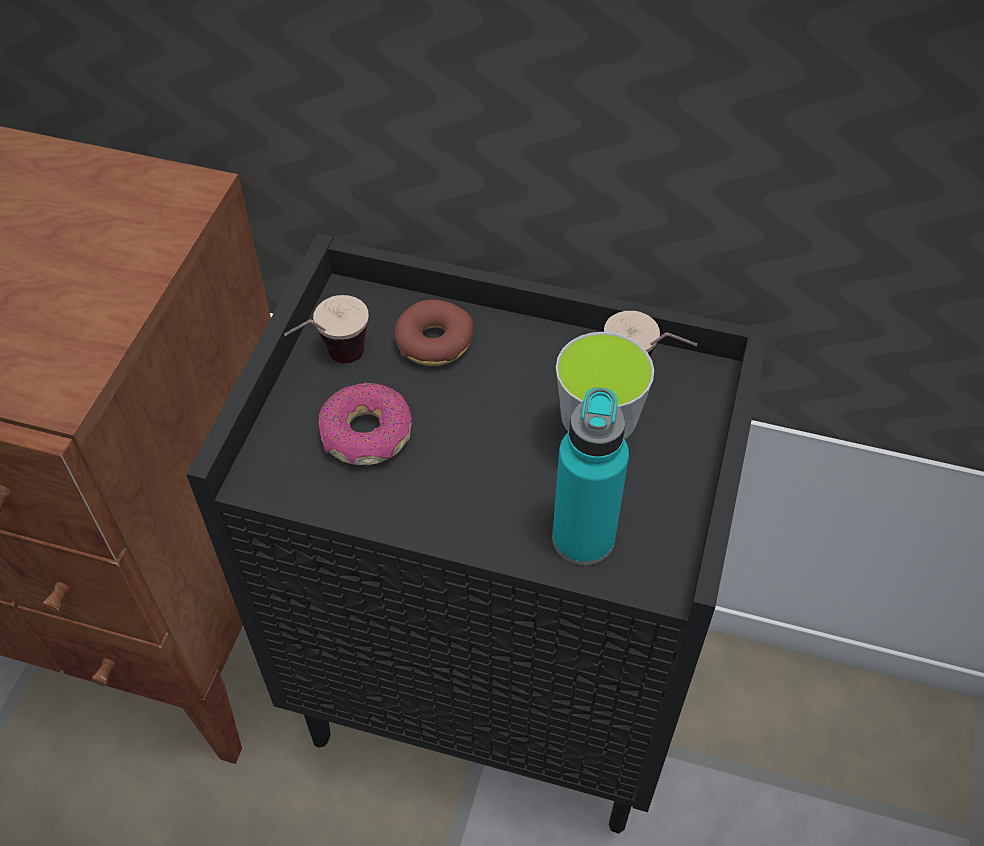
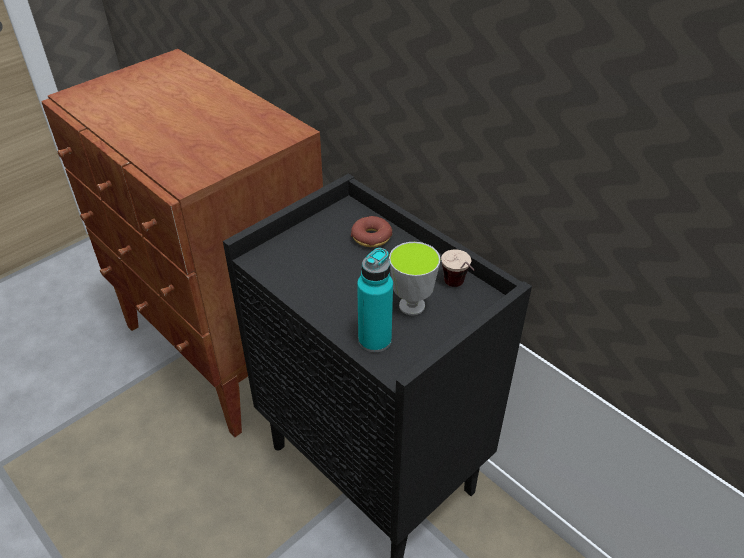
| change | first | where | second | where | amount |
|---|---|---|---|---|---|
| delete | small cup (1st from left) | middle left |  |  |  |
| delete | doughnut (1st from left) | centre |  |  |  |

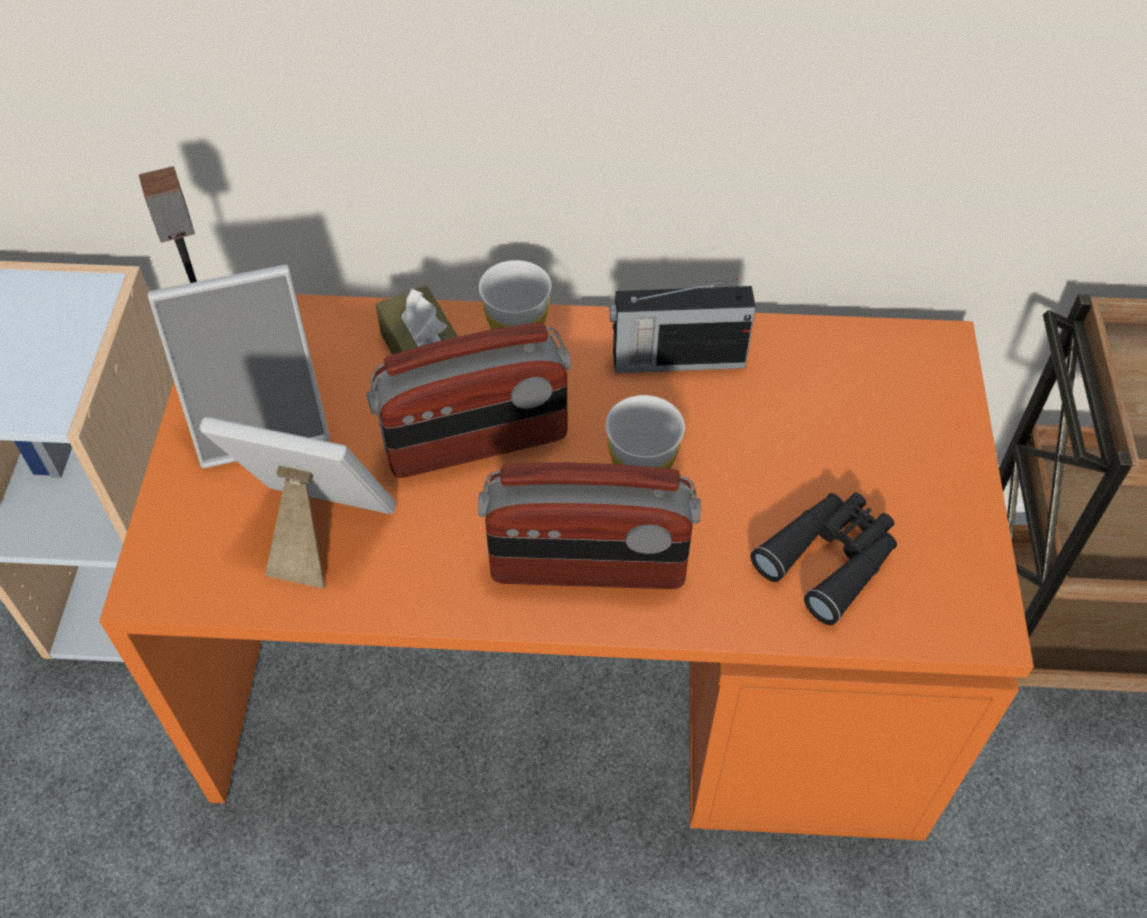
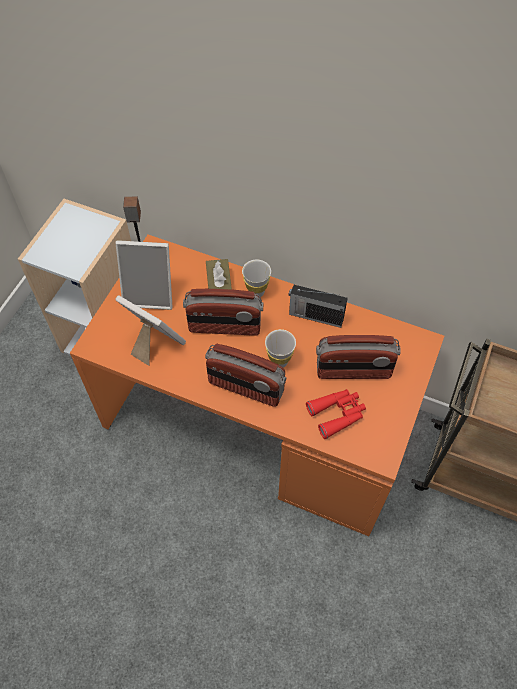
| change | first | where | second | where | amount |
|---|---|---|---|---|---|
| recolor | binoculars/blackish | middle right | binoculars/red | centre |  |
| insert |  |  | radio receiver (4th from left) | middle right |  |

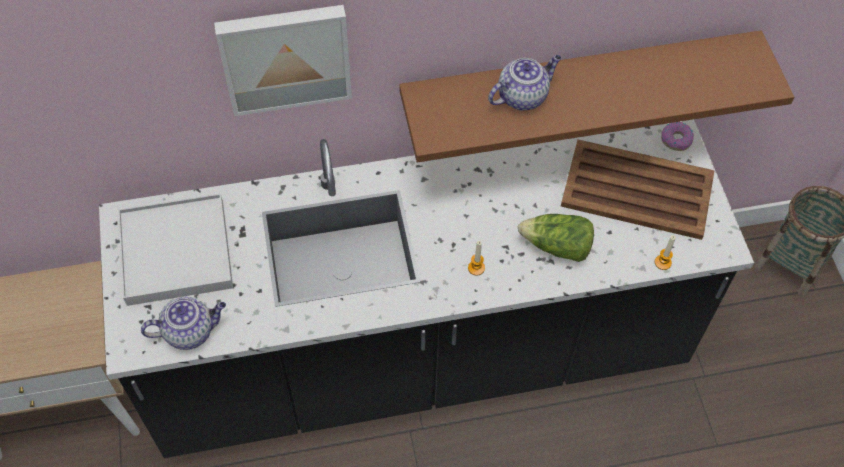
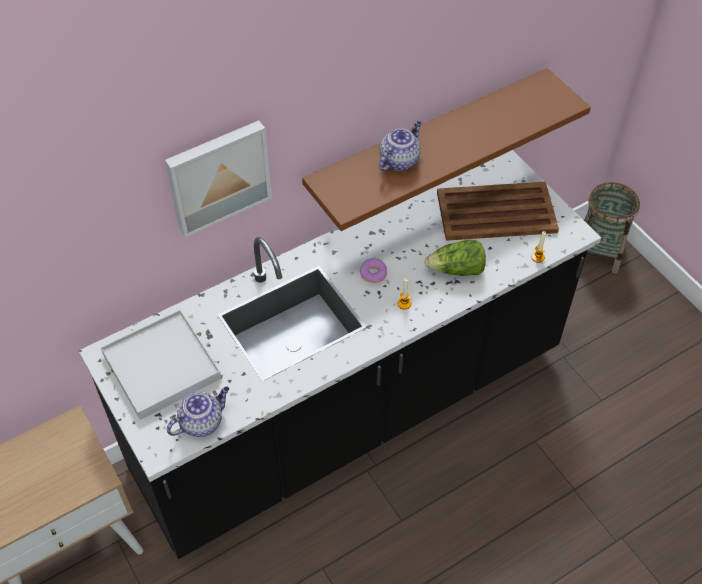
| change | first | where | second | where | amount |
|---|---|---|---|---|---|
| move | doughnut | top right |  | centre |  |

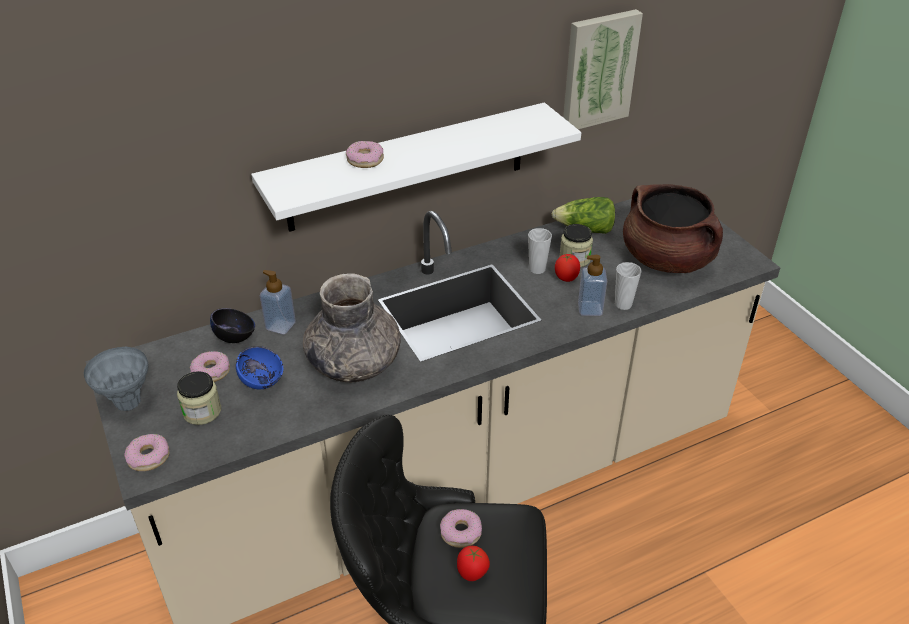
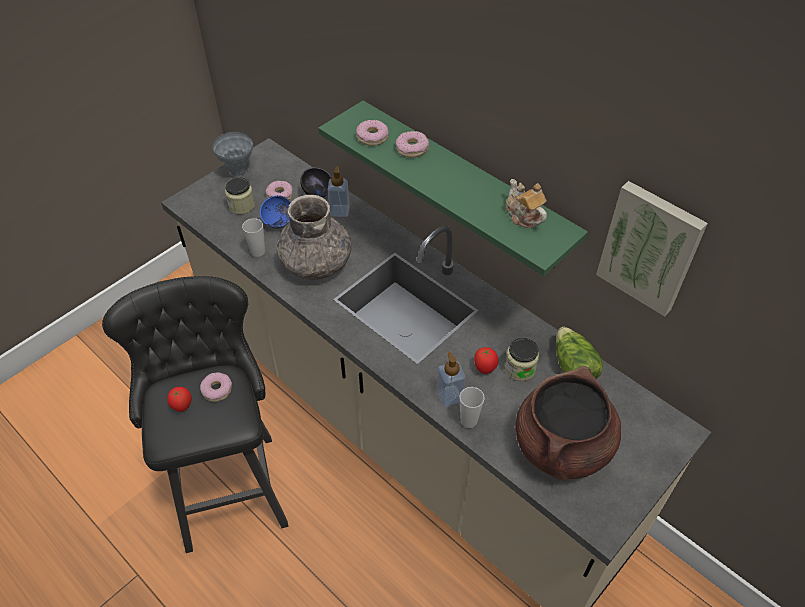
| change | first | where | second | where | amount |
|---|---|---|---|---|---|
| move | doughnut (1st from left in the first image) | bottom left | doughnut (3rd from left) | top centre |  |
| recolor | wall shelf/whitish | top centre | wall shelf/green | top centre |  |
| move | small cup (1st from left) | centre |  | middle left |  |
| insert |  |  | pot for tea | centre |  |

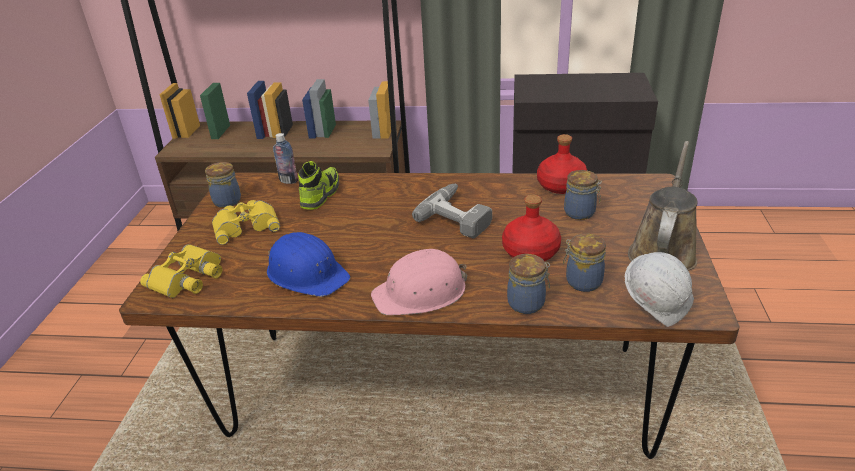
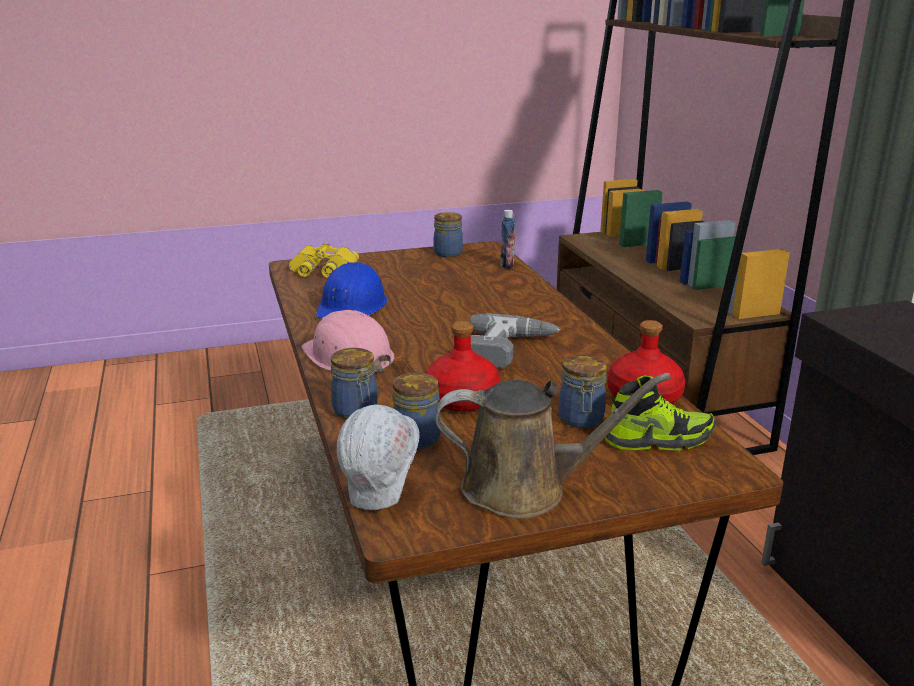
| change | first | where | second | where | amount |
|---|---|---|---|---|---|
| delete | binoculars/yellow (2nd from left) | middle left |  |  |  |
| move | shoe | centre |  | middle right |  |

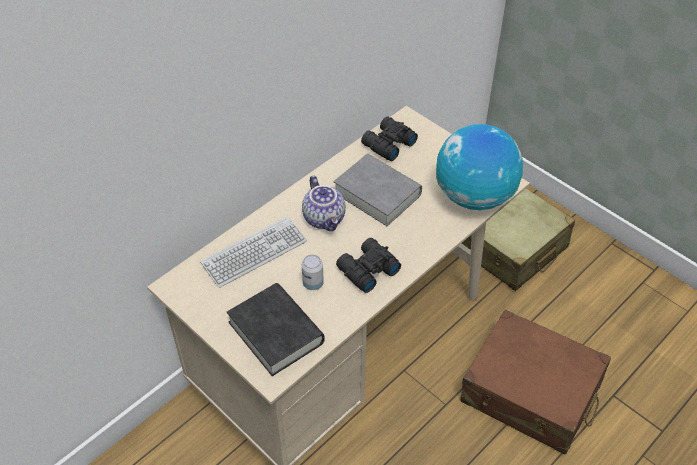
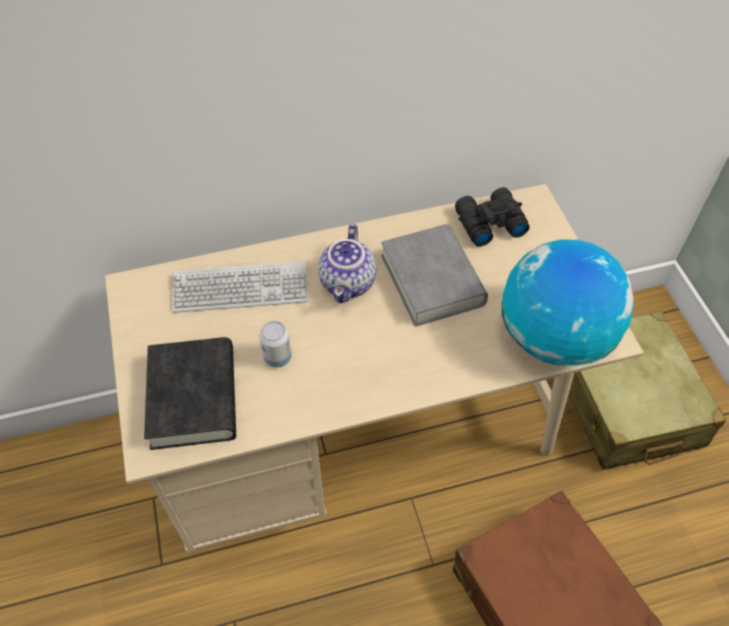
| change | first | where | second | where | amount |
|---|---|---|---|---|---|
| delete | binoculars/blackish (1st from left) | centre |  |  |  |

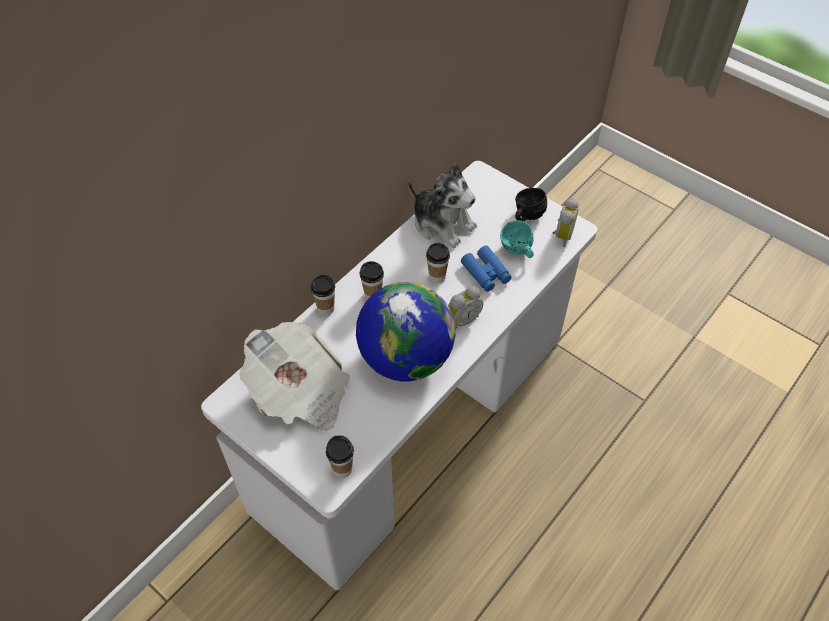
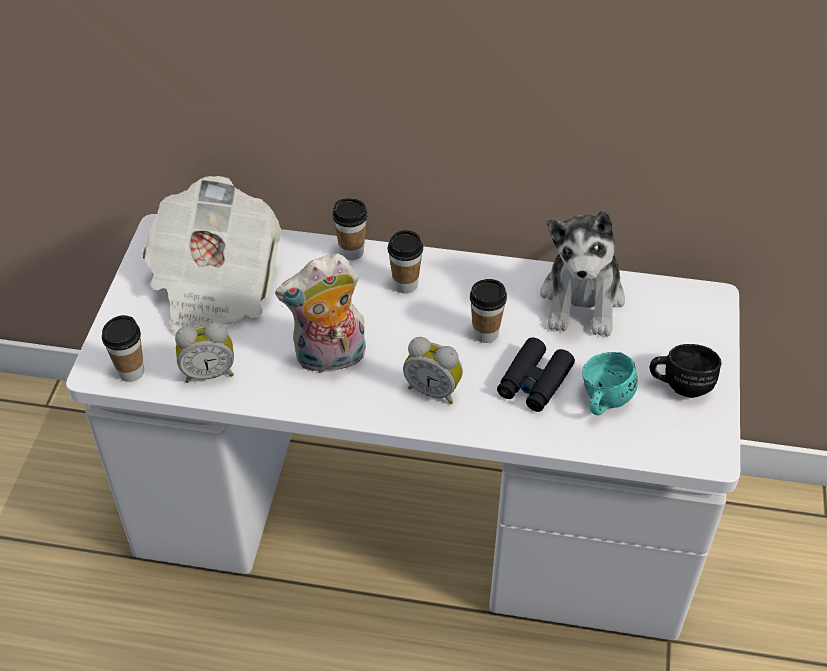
| change | first | where | second | where | amount |
|---|---|---|---|---|---|
| replace | desk globe | centre | soft toy (1st from left) | centre |  |
| recolor | binoculars/bluish | centre | binoculars/blackish | centre |  |
| move | table clock (2nd from left in the first image) | middle right | table clock (1st from left) | middle left |  |

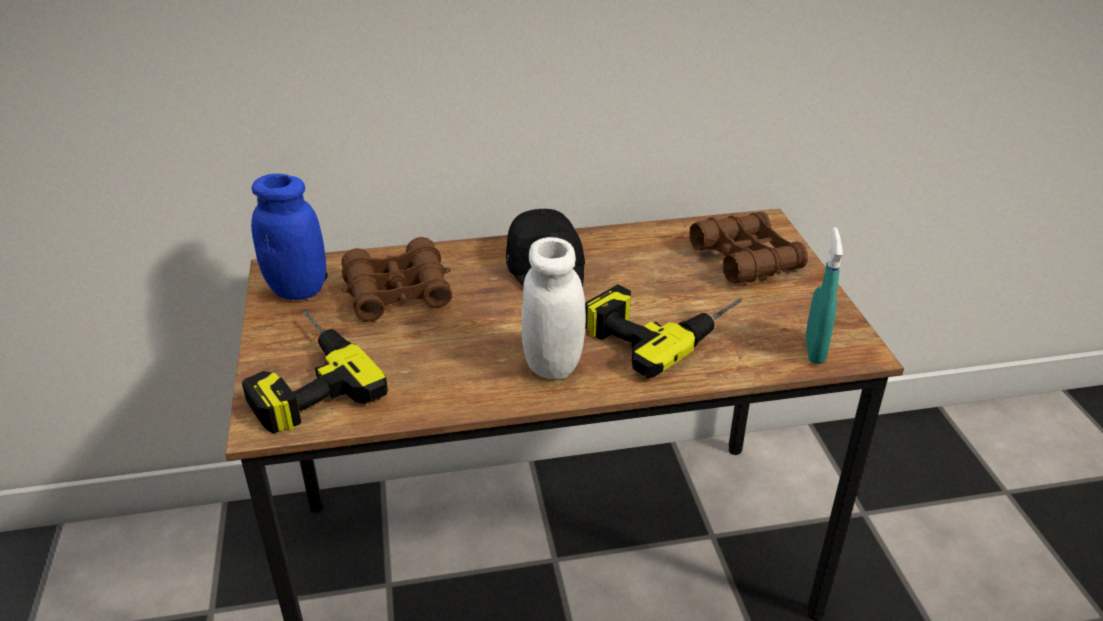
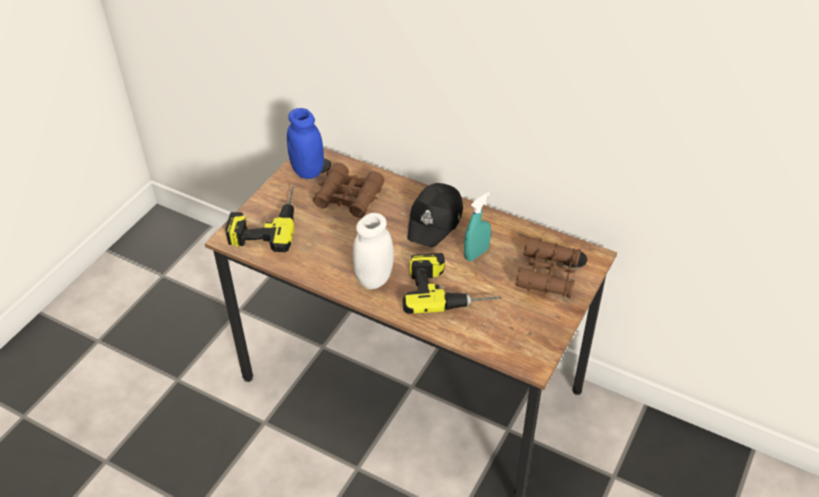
| change | first | where | second | where | amount |
|---|---|---|---|---|---|
| move | spray bottle/blue-green | middle right |  | centre |  |

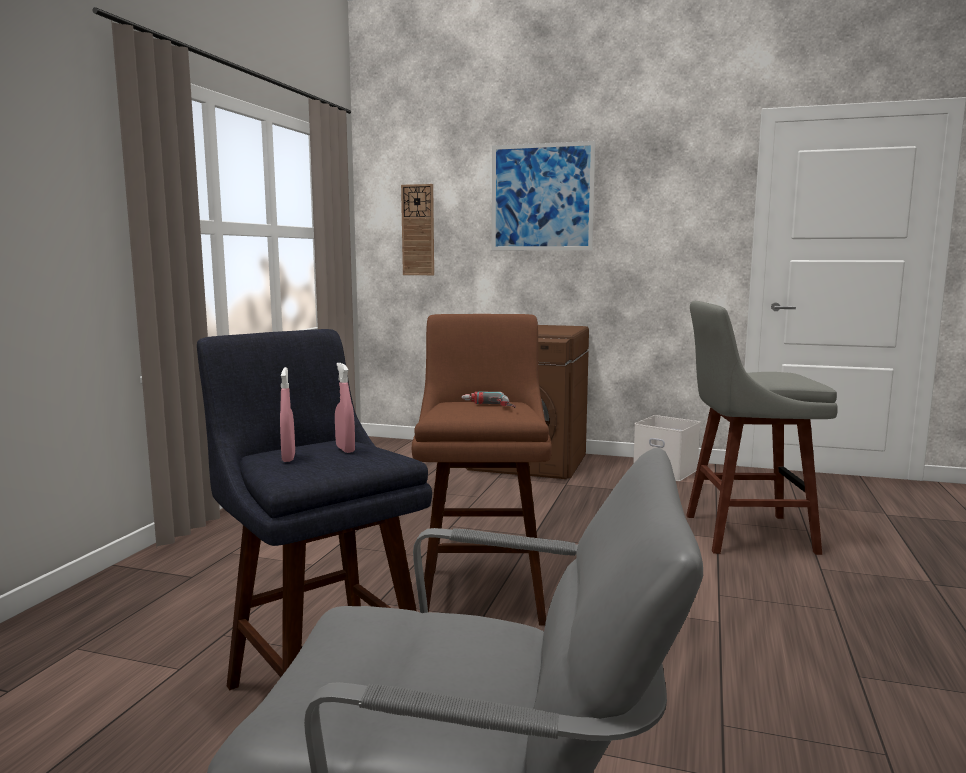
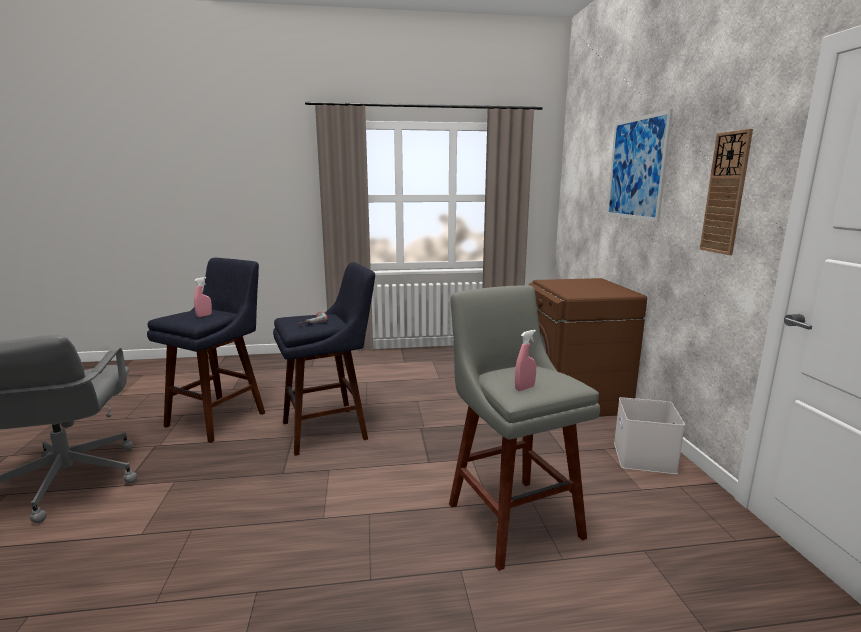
| change | first | where | second | where | amount |
|---|---|---|---|---|---|
| move | spray bottle/pink-coloured (1st from left in the first image) | middle left | spray bottle/pink-coloured (2nd from left) | centre |  |
| move | clock on the wall | top centre |  | top right |  |
| recolor | stool seat/brownish | centre | stool seat/bluish (2nd from left) | centre |  |

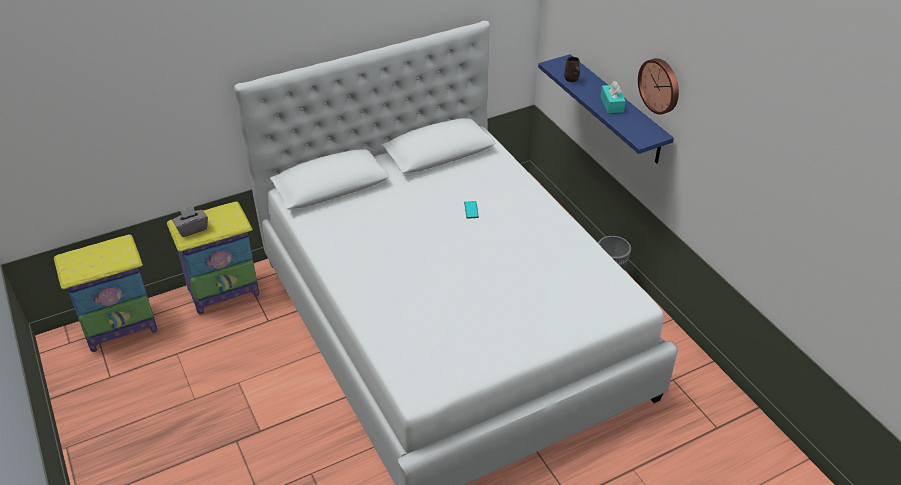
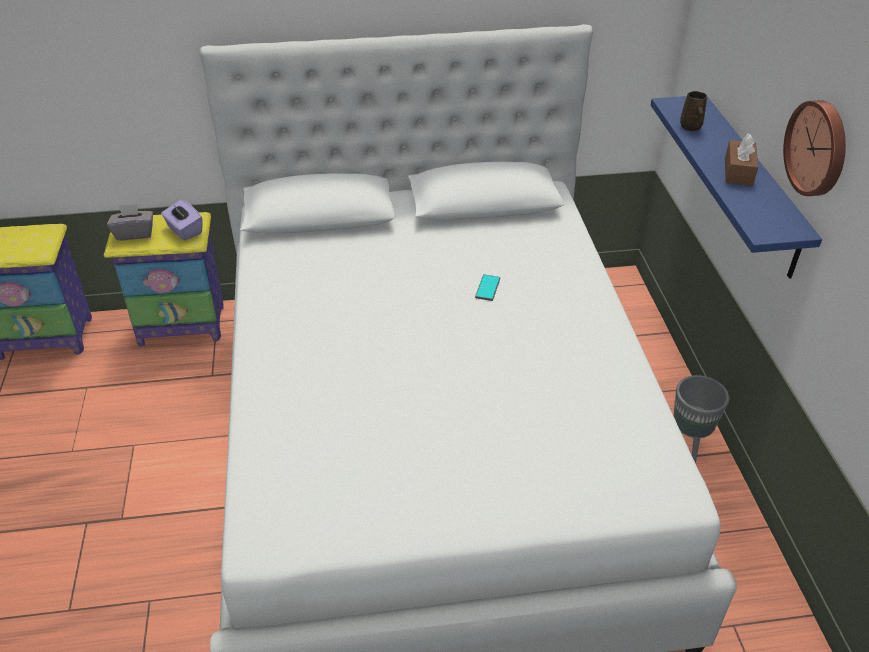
| change | first | where | second | where | amount |
|---|---|---|---|---|---|
| recolor | tissue holder/blue-green | top right | tissue holder/brownish | top right |  |
| insert |  |  | tissue holder/purple-coloured | middle left |  |

